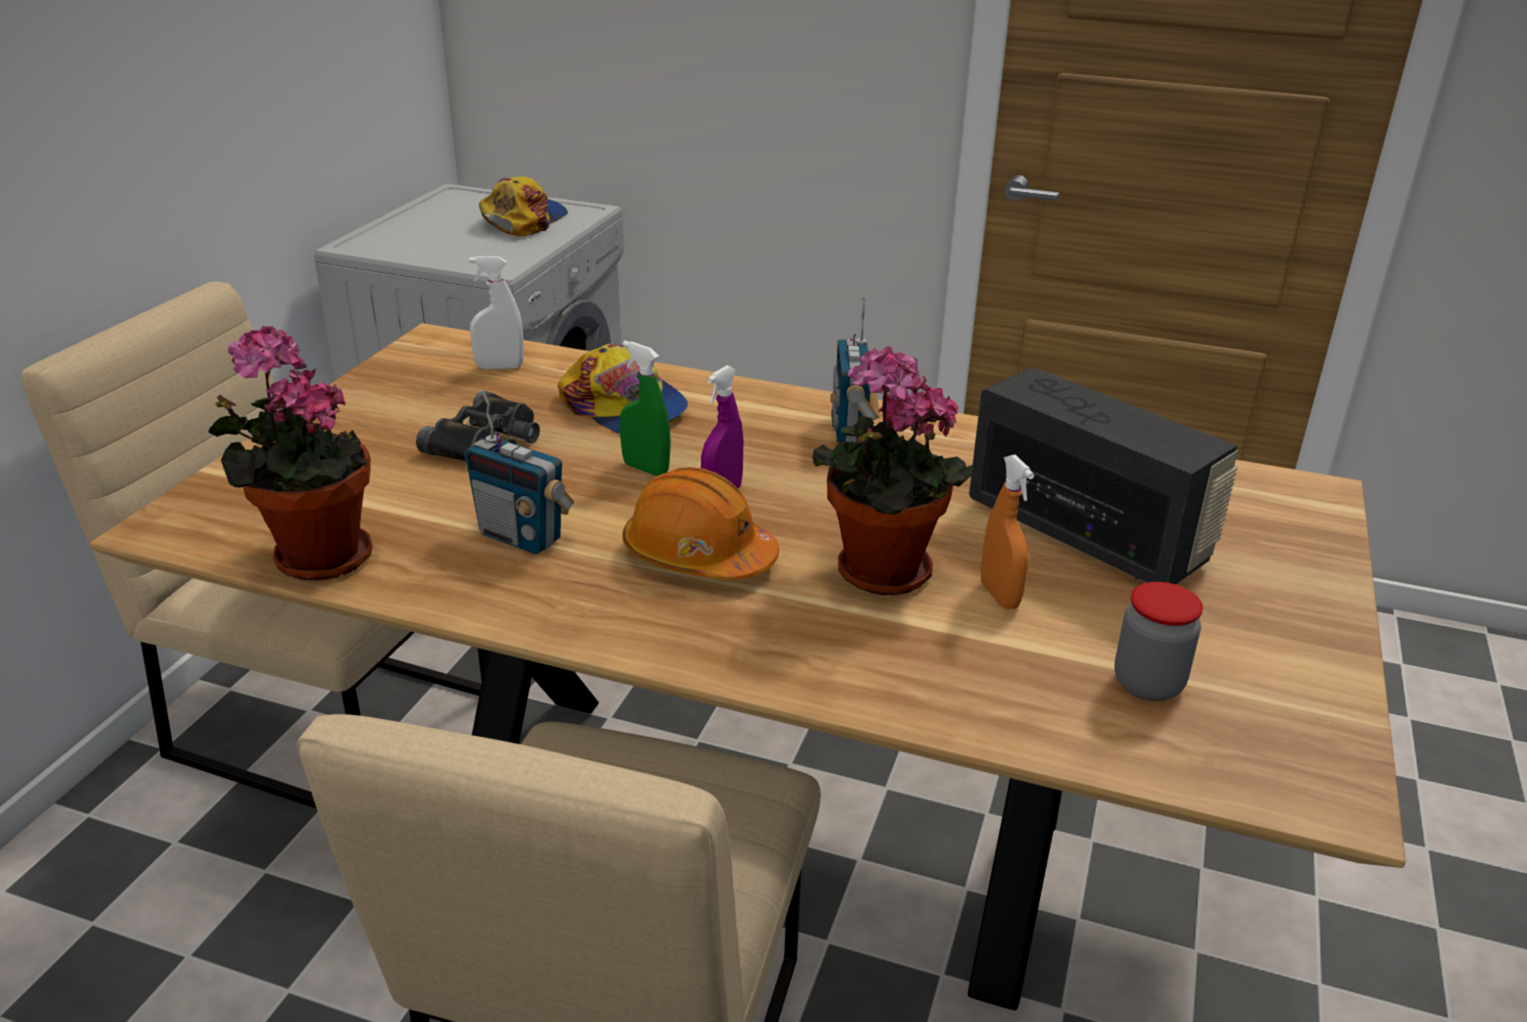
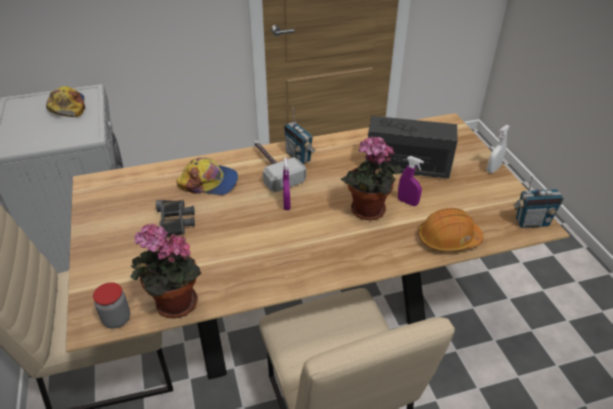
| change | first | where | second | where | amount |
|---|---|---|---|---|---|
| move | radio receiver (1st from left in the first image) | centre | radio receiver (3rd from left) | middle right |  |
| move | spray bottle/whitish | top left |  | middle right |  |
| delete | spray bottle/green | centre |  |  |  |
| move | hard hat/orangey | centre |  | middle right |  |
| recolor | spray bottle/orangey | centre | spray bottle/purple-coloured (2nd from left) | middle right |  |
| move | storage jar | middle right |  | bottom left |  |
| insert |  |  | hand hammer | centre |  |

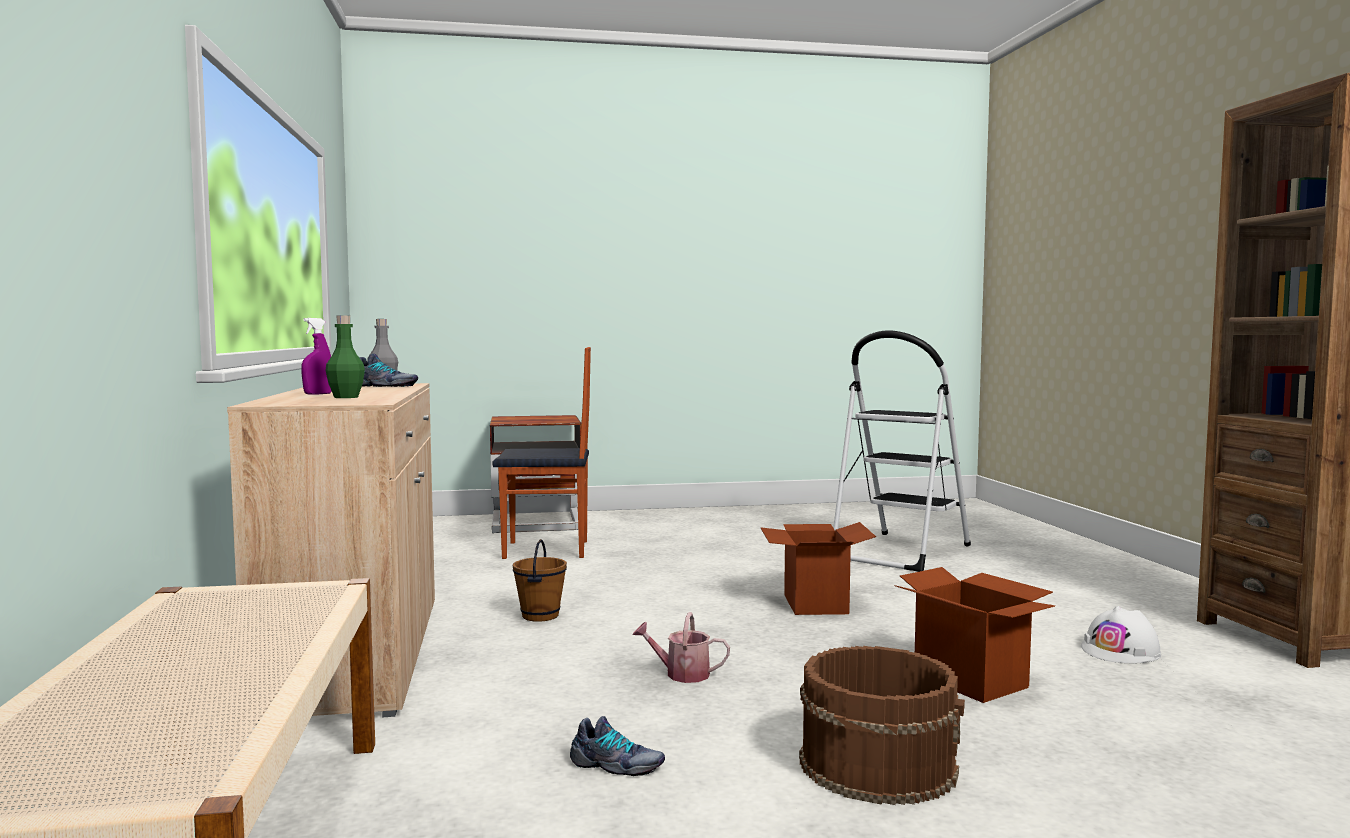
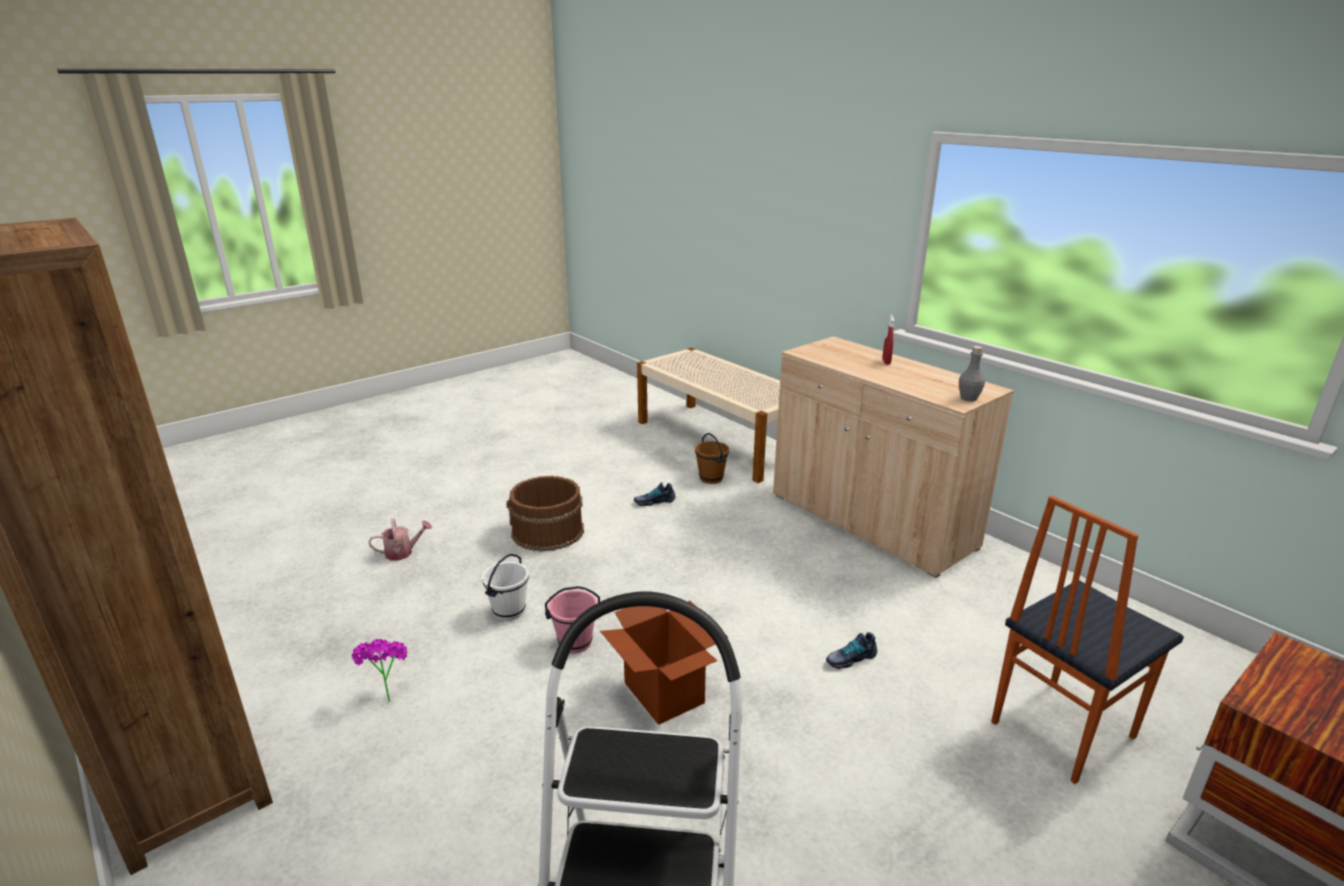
| change | first | where | second | where | amount |
|---|---|---|---|---|---|
| recolor | spray bottle/purple-coloured | middle left | spray bottle/red | centre |  |
| delete | beverage bottle/green | middle left |  |  |  |
| move | shoe (1st from left in the first image) | middle left | shoe (2nd from left) | bottom centre |  |
| move | bucket/brownish (1st from left in the first image) | bottom centre | bucket/brownish (2nd from left) | centre |  |
| move | watering pot | bottom centre |  | middle left |  |
| replace | packing box (2nd from left) | bottom right | bucket/whitish | centre |  |
| replace | hard hat/whitish | bottom right | potted plant | bottom left |  |
| insert |  |  | bucket/pink-coloured | bottom centre |  |

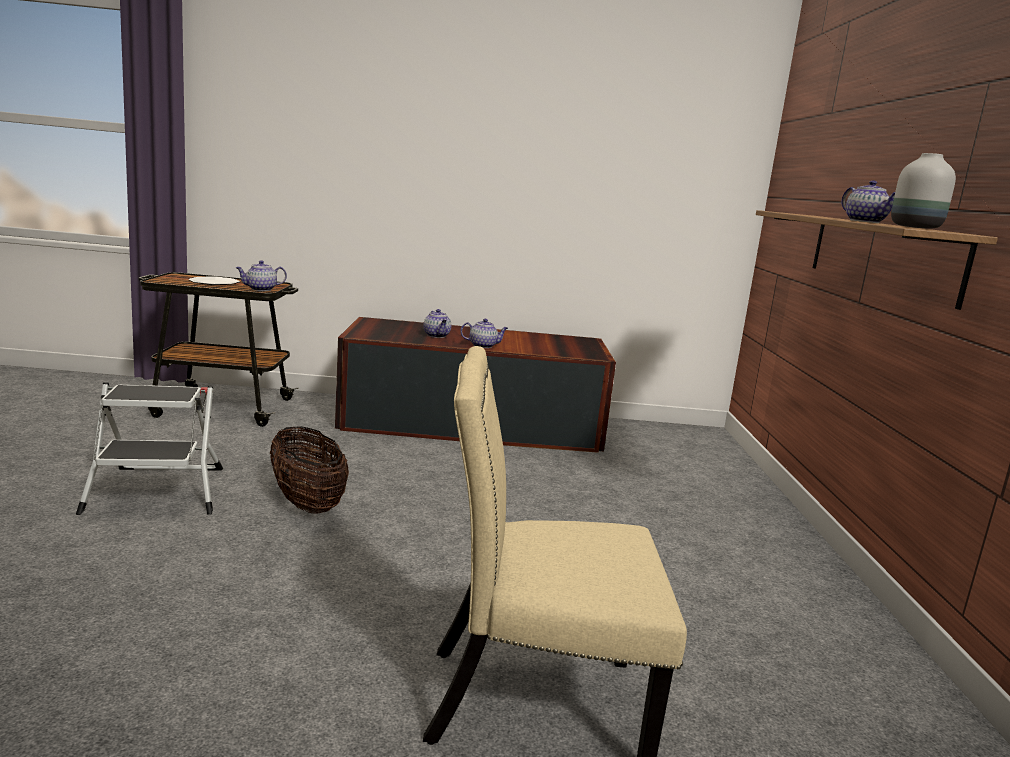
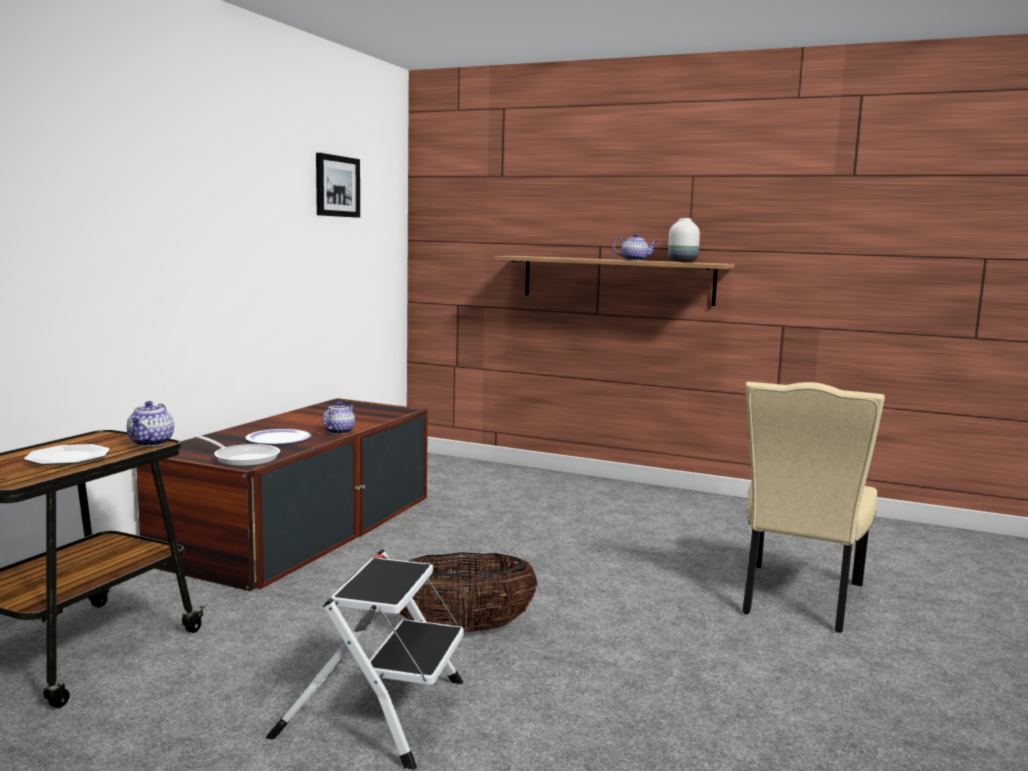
| change | first | where | second | where | amount |
|---|---|---|---|---|---|
| replace | pot for tea (2nd from left) | centre | plate (2nd from left) | middle left |  |
| insert |  |  | frying pan | middle left |  |
| insert |  |  | wall art | top left |  |

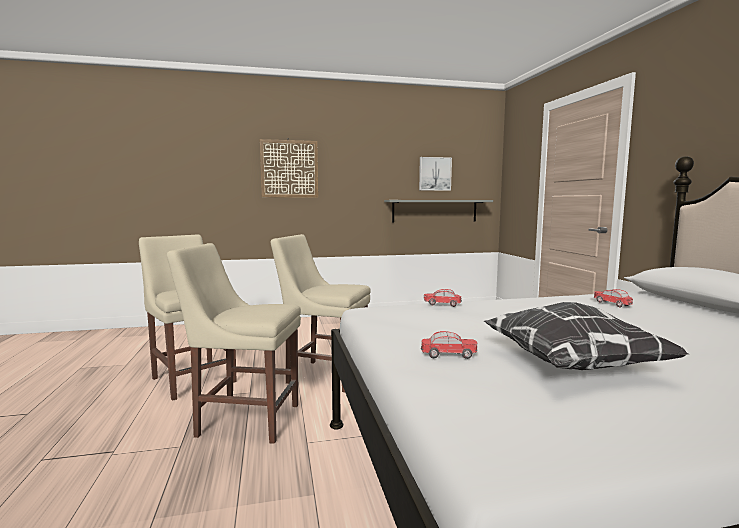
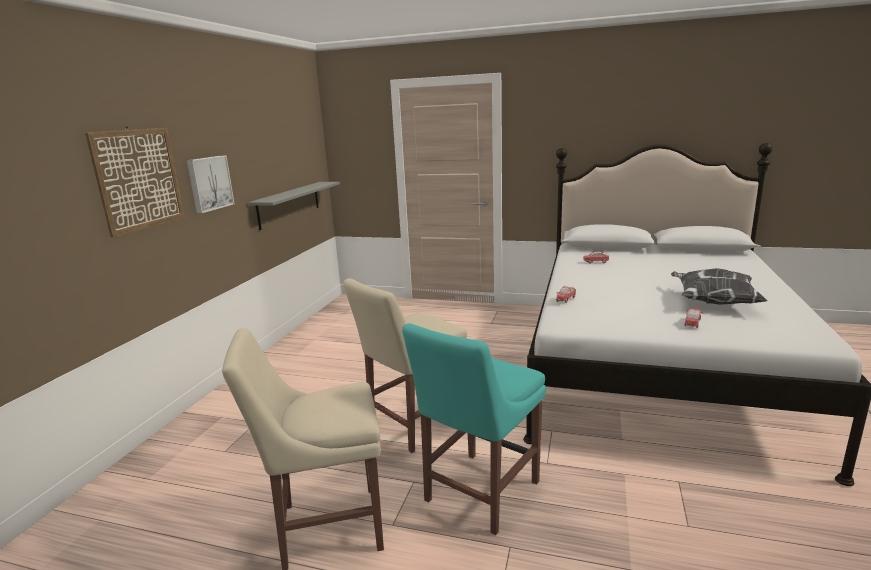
| change | first | where | second | where | amount |
|---|---|---|---|---|---|
| recolor | chair/beige-coloured (2nd from left) | middle left | chair/blue-green | bottom centre |  |
| move | wall art (2nd from left) | top centre |  | top left |  |

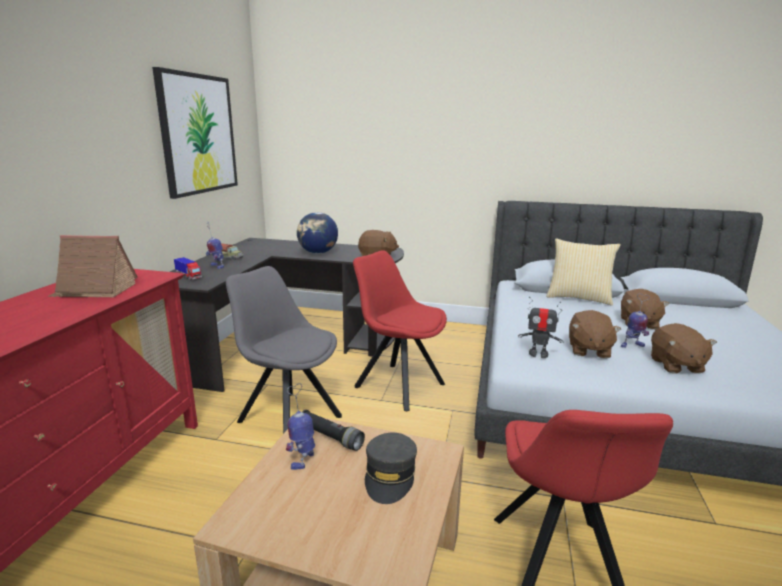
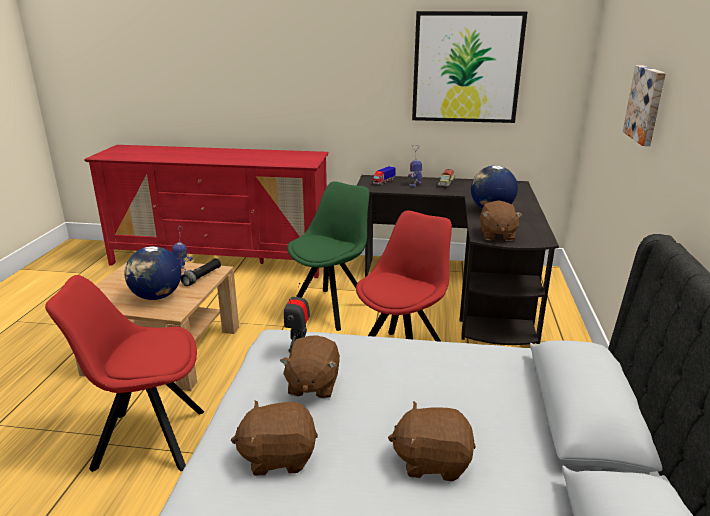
| change | first | where | second | where | amount |
|---|---|---|---|---|---|
| delete | model house | middle left |  |  |  |
| recolor | chair/gray | centre | chair/green | centre |  |
| replace | peaked cap/gray | bottom centre | desk globe (1st from left) | middle left |  |
| delete | cushion | middle right |  |  |  |
| rotate | soft toy/brownish (2nd from left) | middle right |  | bottom centre | 90 degrees counterclockwise |
| delete | toy robot (4th from left) | middle right |  |  |  |
| insert |  |  | wall art (2nd from left) | top right |  |

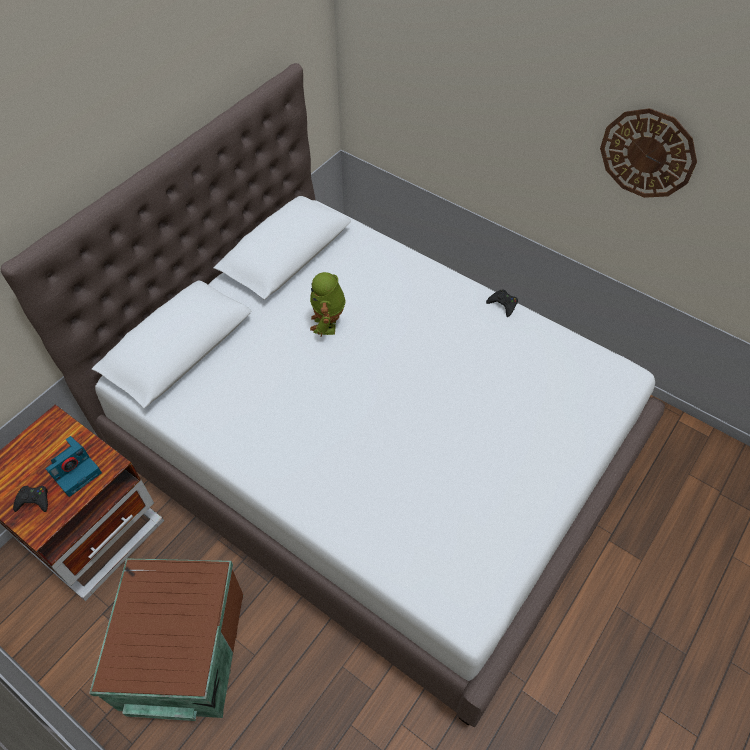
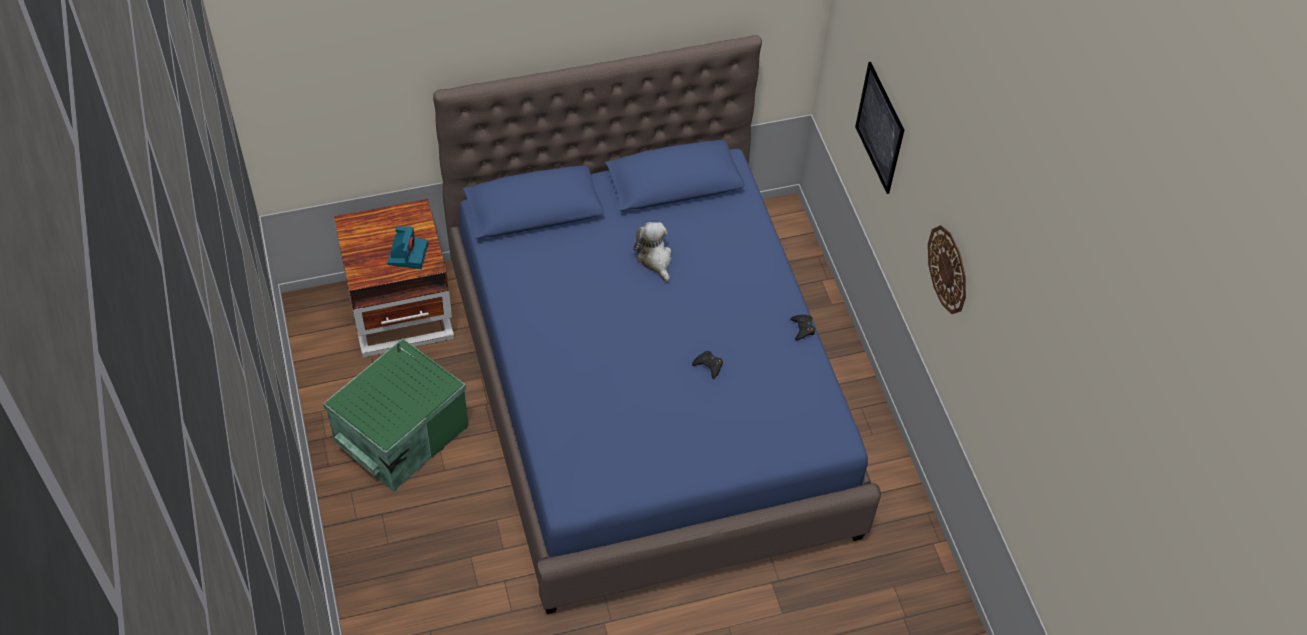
| change | first | where | second | where | amount |
|---|---|---|---|---|---|
| recolor | bedroom bed/whitish | centre | bedroom bed/bluish | centre |  |
| move | game controller/blackish (1st from left) | middle left |  | centre |  |
| rotate | still camera | middle left |  | middle left | 75 degrees counterclockwise |
| recolor | storage box/brownish | bottom left | storage box/green | middle left |  |
| replace | toy robot | centre | soft toy | centre |  |
| insert |  |  | wall art | top right |  |

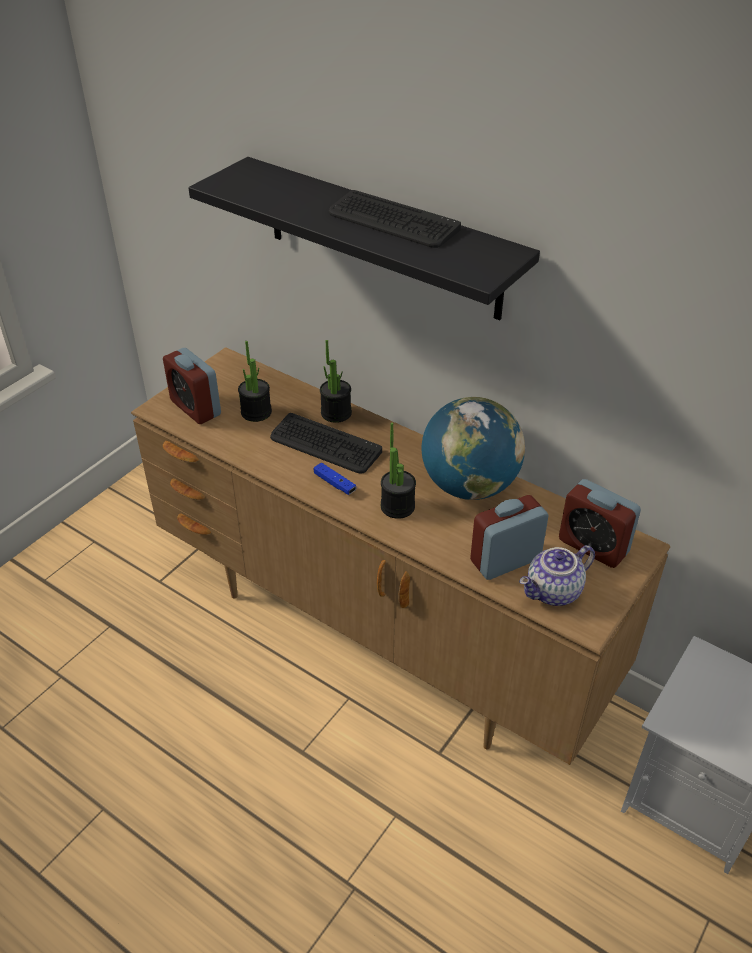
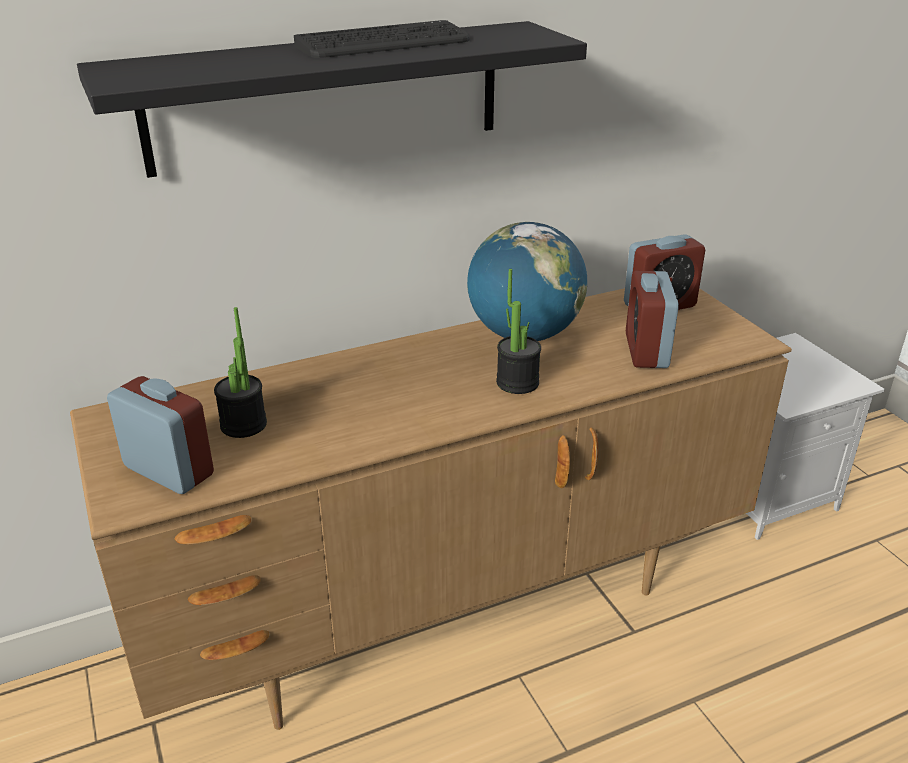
| change | first | where | second | where | amount |
|---|---|---|---|---|---|
| rotate | table clock (1st from left) | middle left |  | middle left | 135 degrees counterclockwise |
| delete | computer keyboard (1st from left) | centre |  |  |  |
| delete | game controller/bluish | centre |  |  |  |
| delete | potted plant (2nd from left) | centre |  |  |  |
| delete | pot for tea | middle right |  |  |  |

